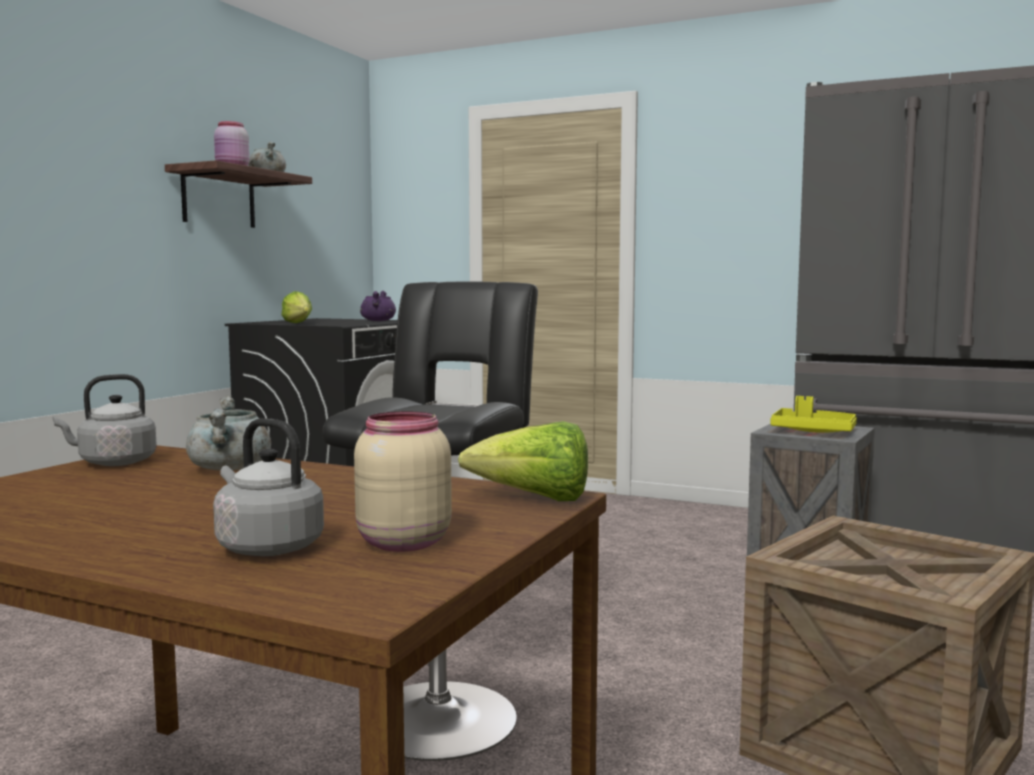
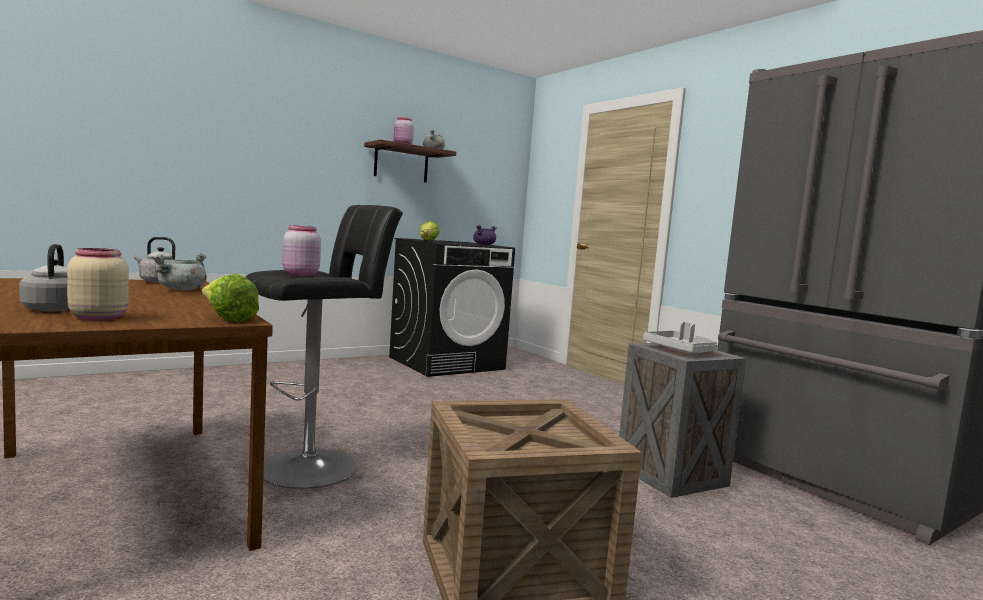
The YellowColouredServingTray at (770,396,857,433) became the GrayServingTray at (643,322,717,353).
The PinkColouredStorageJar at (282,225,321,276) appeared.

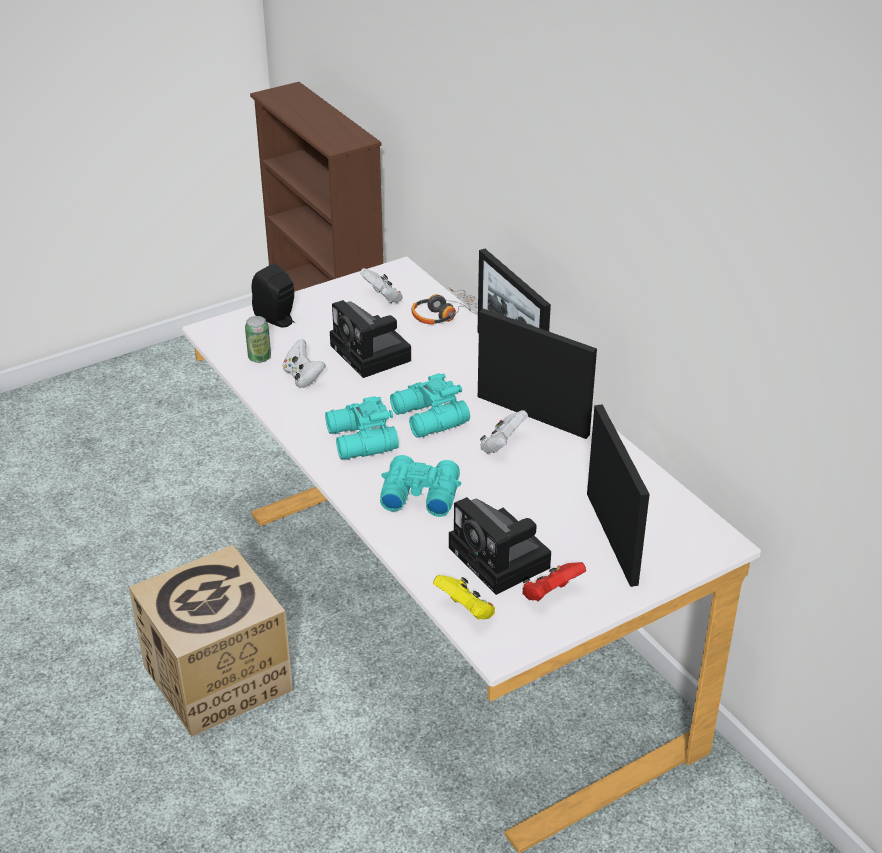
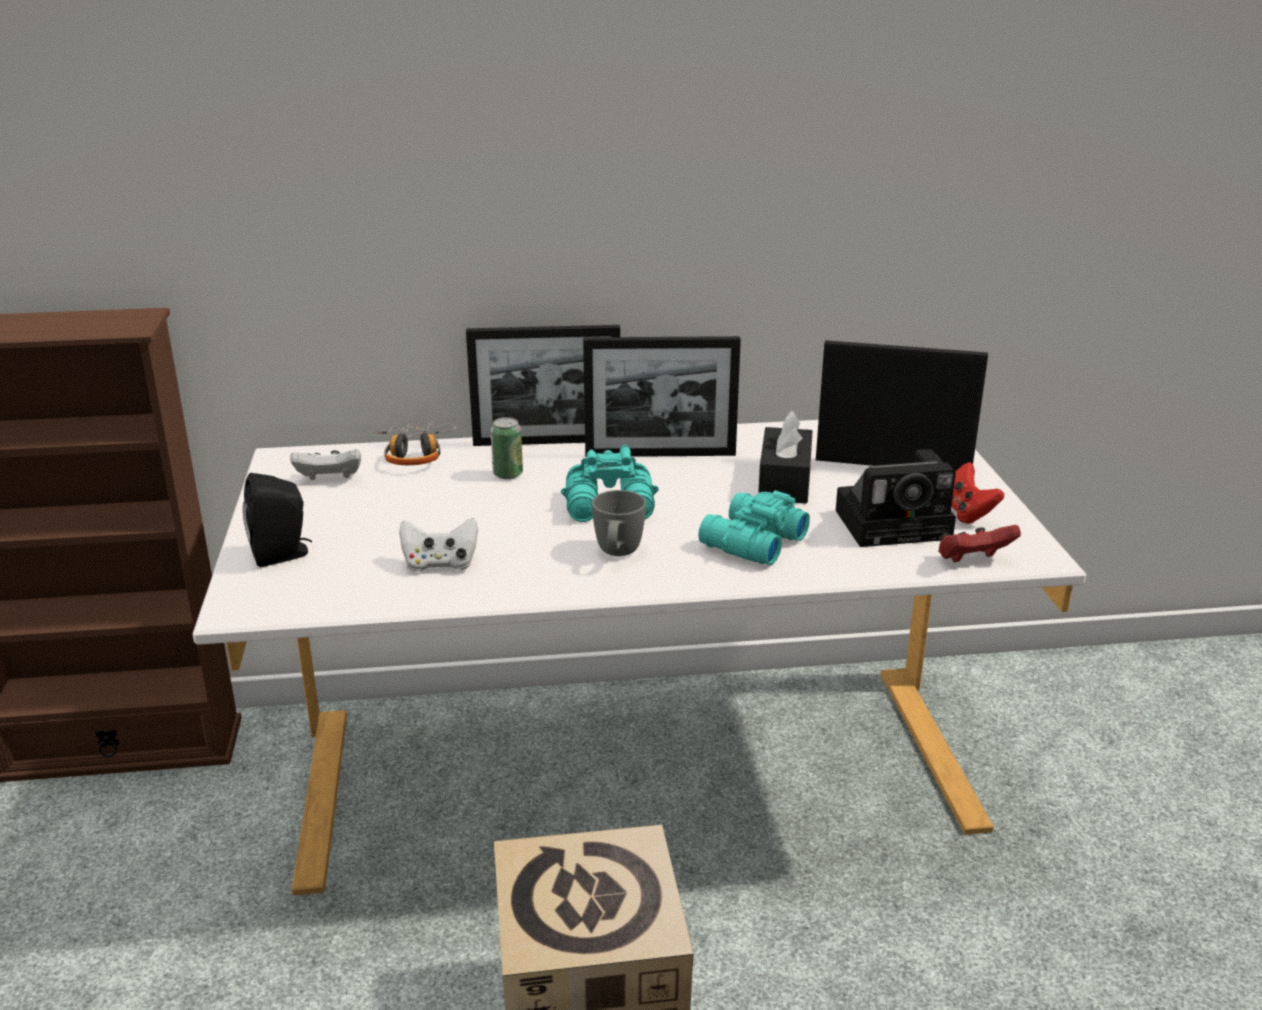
The StillCamera at (330,300,411,378) disappeared.
The StandingFrame at (478,308,597,439) turned 150 degrees counterclockwise.
The Can moved from (245,316,271,363) to (490,417,523,479).
The TurquoiseColouredBinoculars at (325,396,399,460) was replaced by the GrayCoffeeMug at (592,490,646,556).
The WhiteColouredGameController at (480,410,528,453) disappeared.
The YellowColouredGameController at (433,575,495,620) became the RedColouredGameController at (938,525,1021,562).
The BlackColouredTissueHolder at (758,410,813,504) appeared.

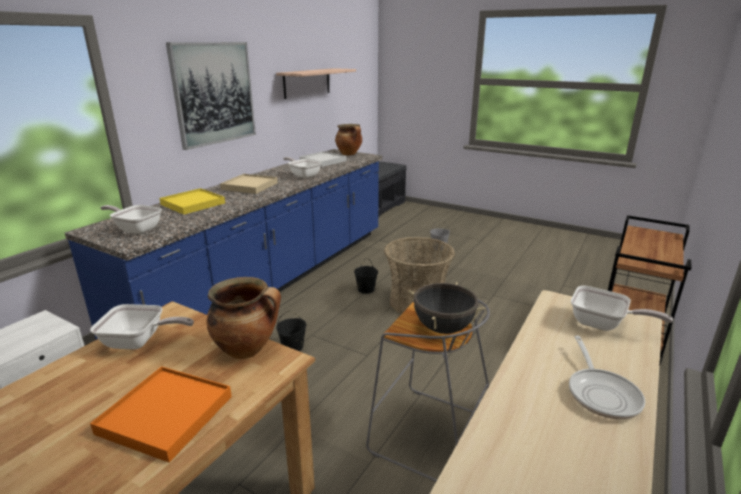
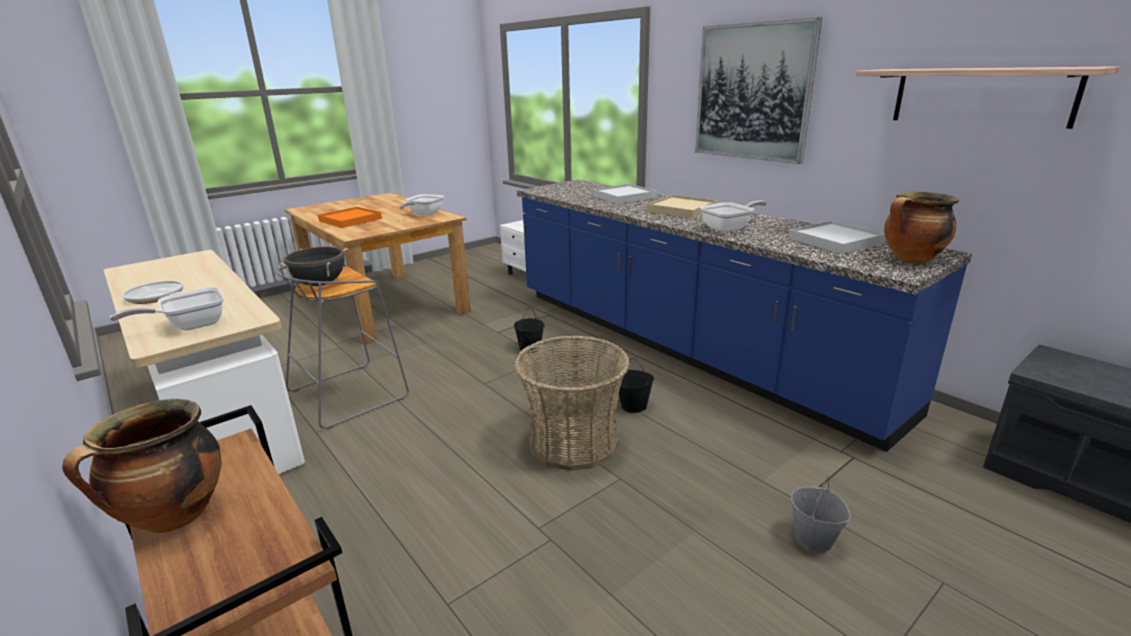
The YellowColouredServingTray at (159,188,225,215) became the WhiteColouredServingTray at (592,184,657,204).
The Pan at (100,205,162,234) disappeared.
The Saucepot moved from (206,277,281,359) to (62,399,221,533).

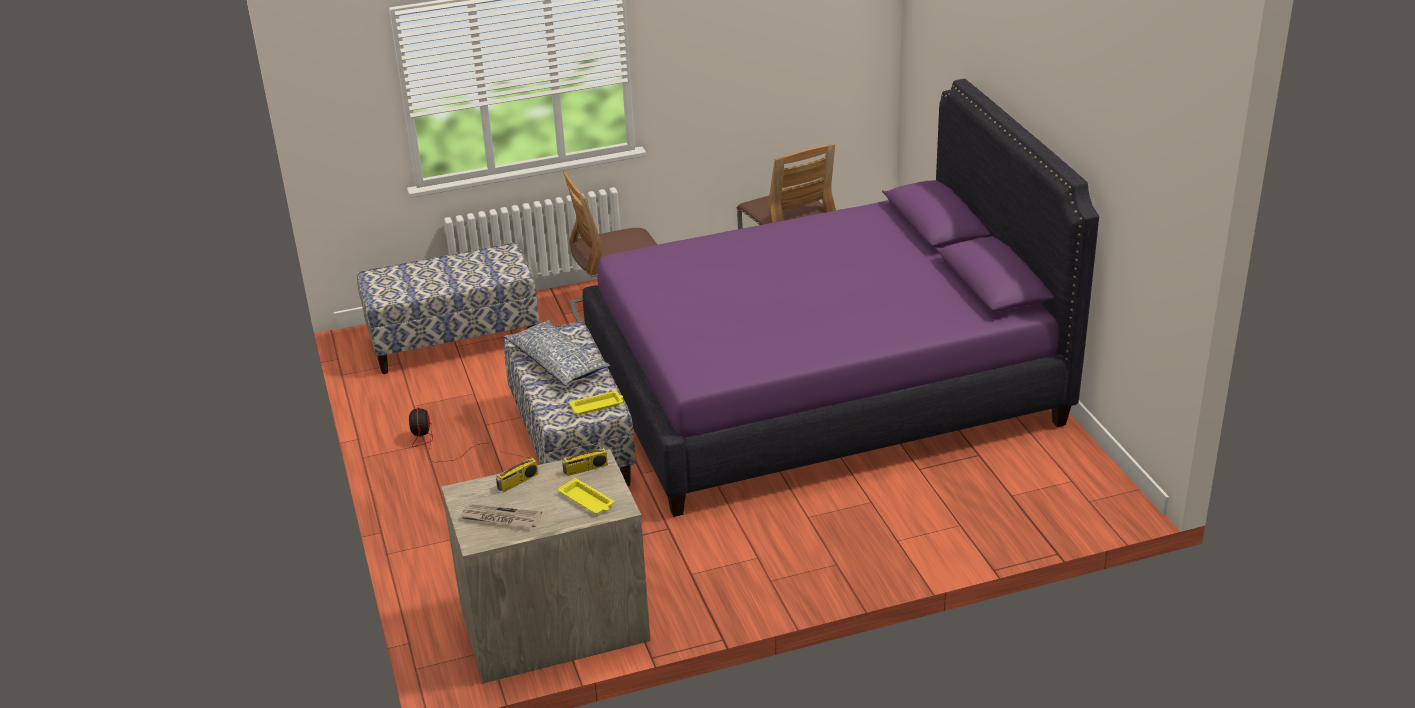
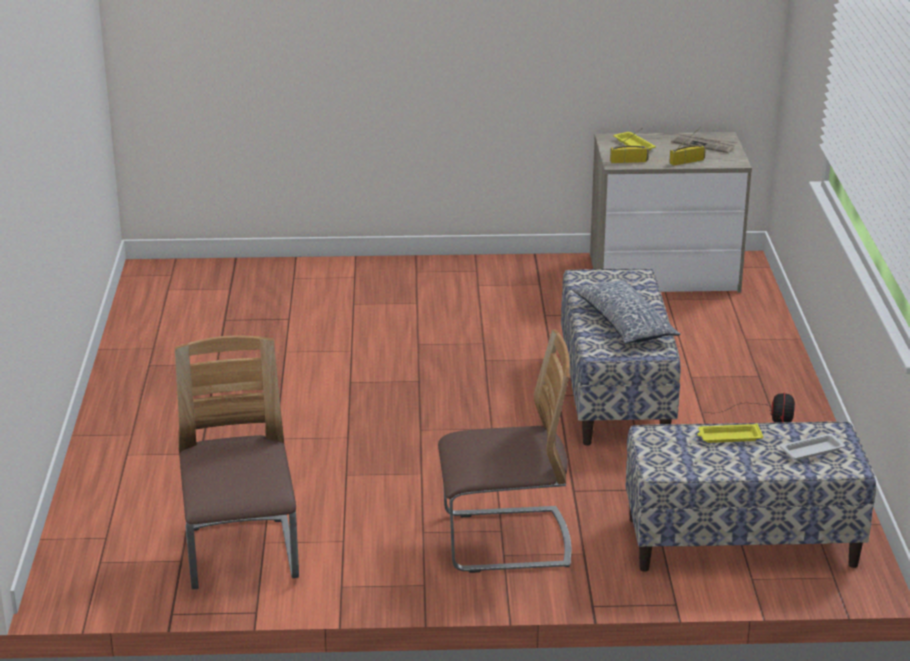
The PurplishBedroomBed at (583,79,1099,517) disappeared.
The YellowColouredServingTray moved from (569,391,623,415) to (697,423,763,443).
The WhiteColouredServingTray at (780,434,845,460) appeared.

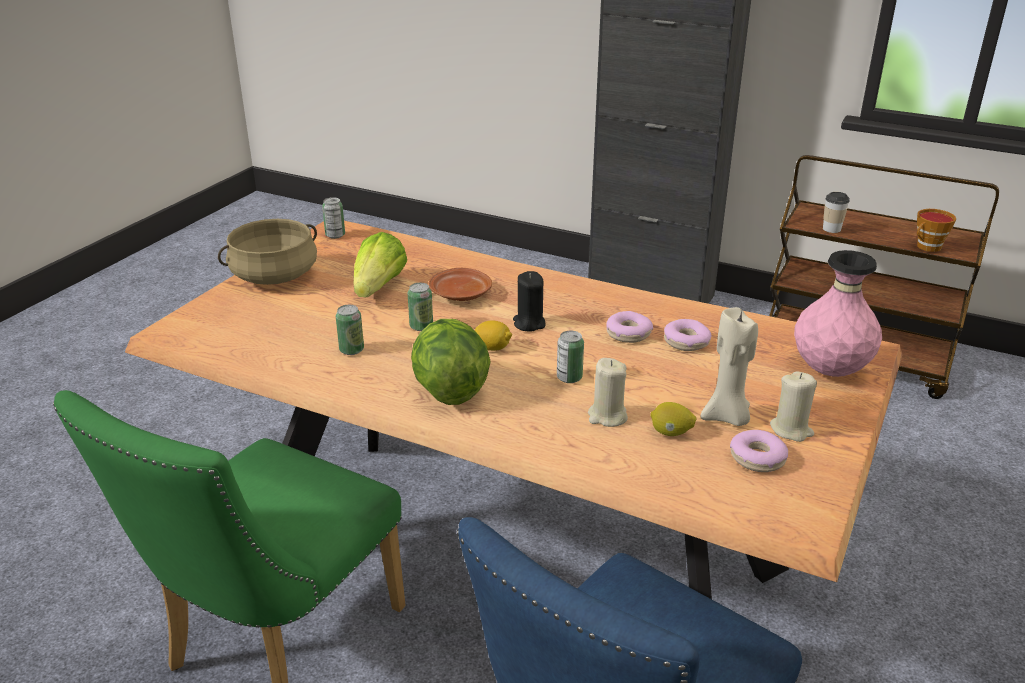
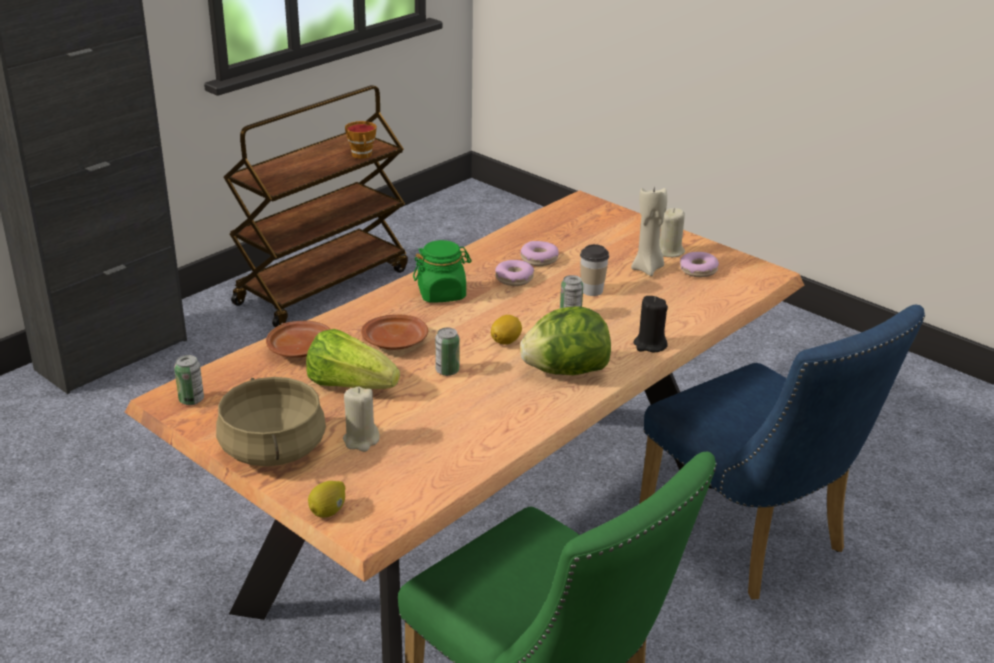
The DrinkingCup moved from (823,192,850,233) to (580,244,609,296).
The PinkColouredFlowerVase at (794,250,882,377) disappeared.
The BlackColouredWaxLight moved from (513,271,545,332) to (633,296,668,352).
The Can at (336,305,364,355) disappeared.
The BeigeWaxLight moved from (588,358,628,427) to (343,387,380,452).
The CitrusFruit moved from (650,402,696,436) to (308,481,345,518).
The GreenStorageJar at (413,240,472,302) appeared.
The BrownFlatDish at (266,321,331,358) appeared.

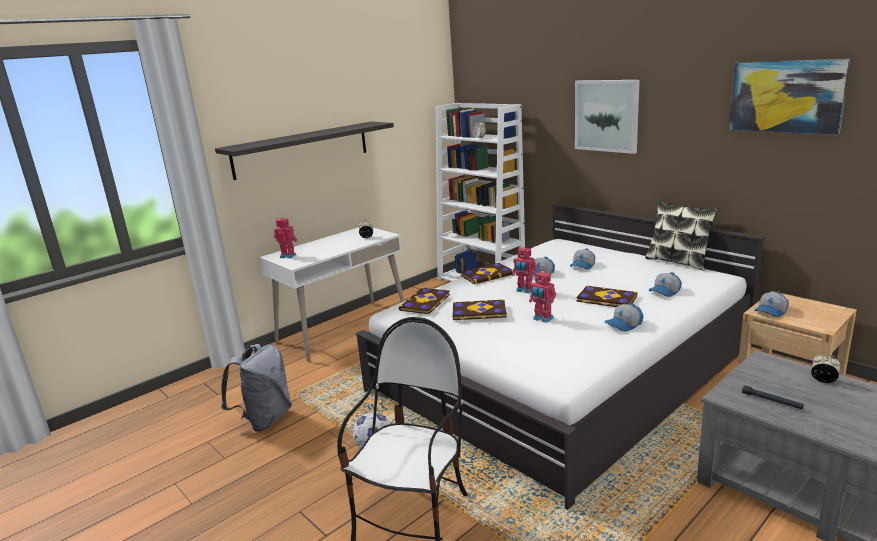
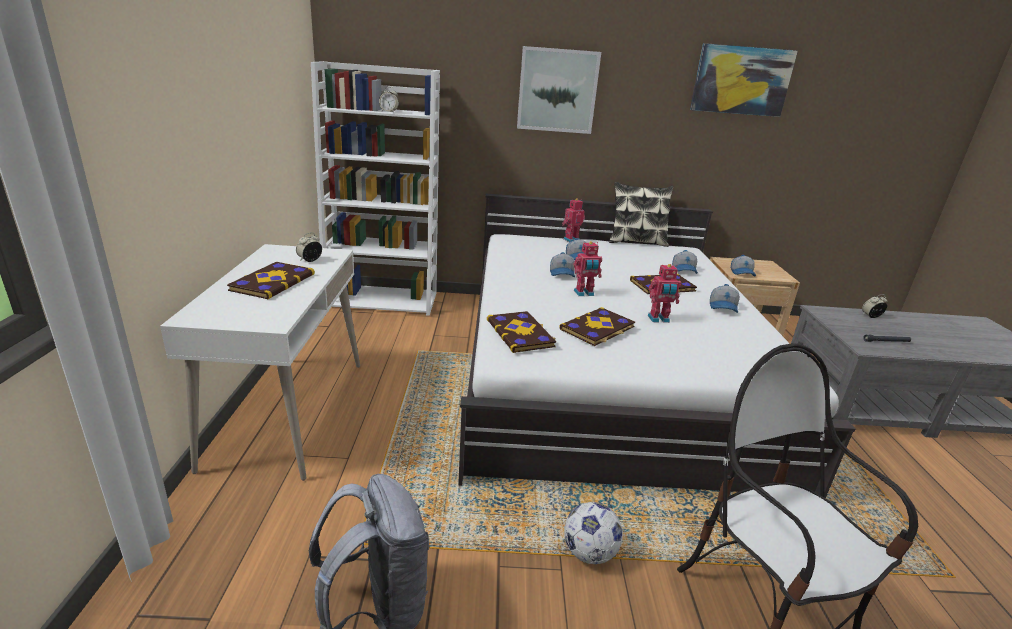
The WallShelf at (215,122,394,180) disappeared.
The RobotFigure moved from (274,217,297,258) to (562,199,585,242).
The Book moved from (460,263,513,284) to (227,262,315,299).

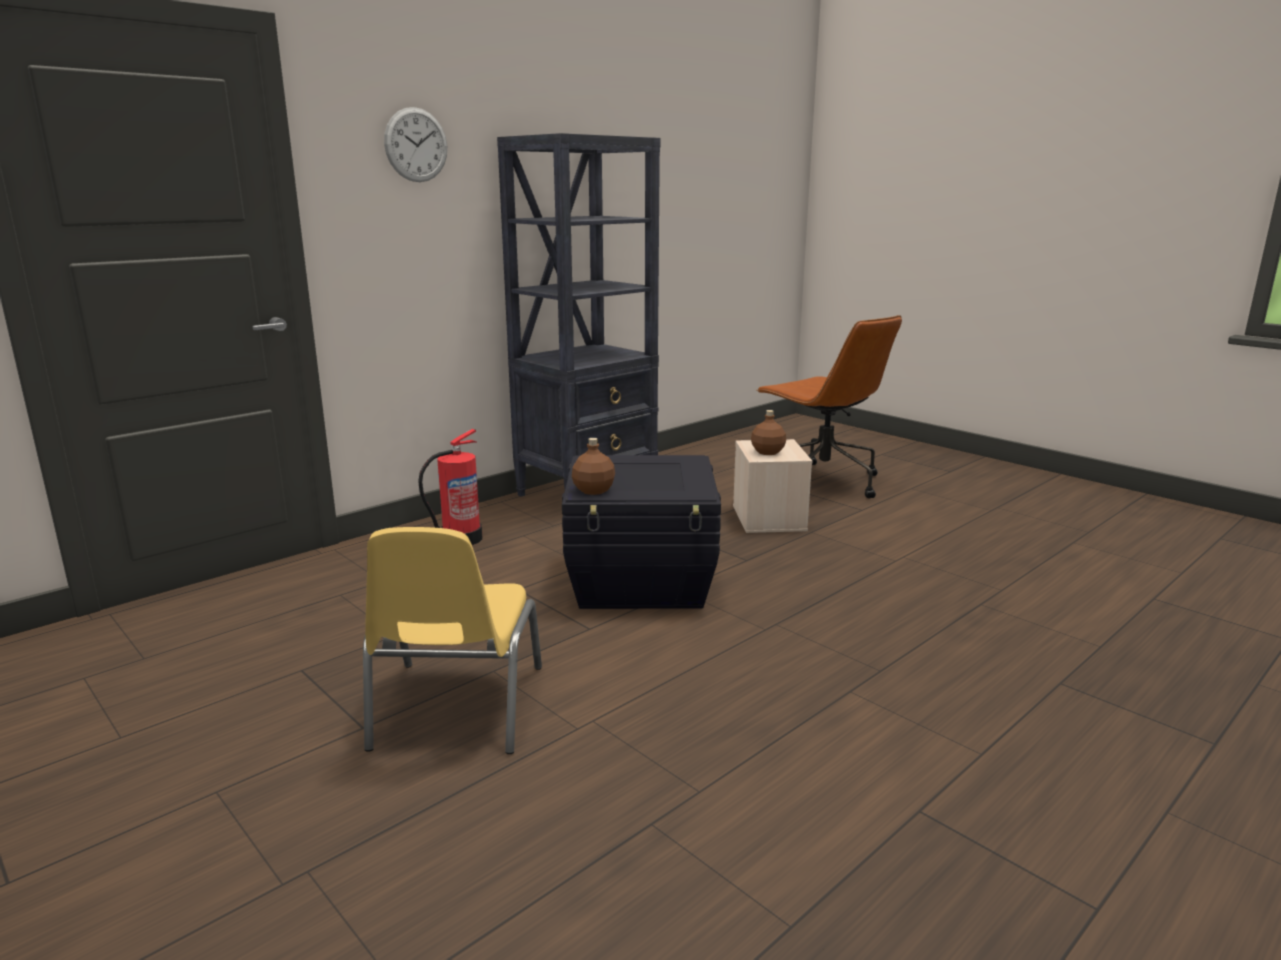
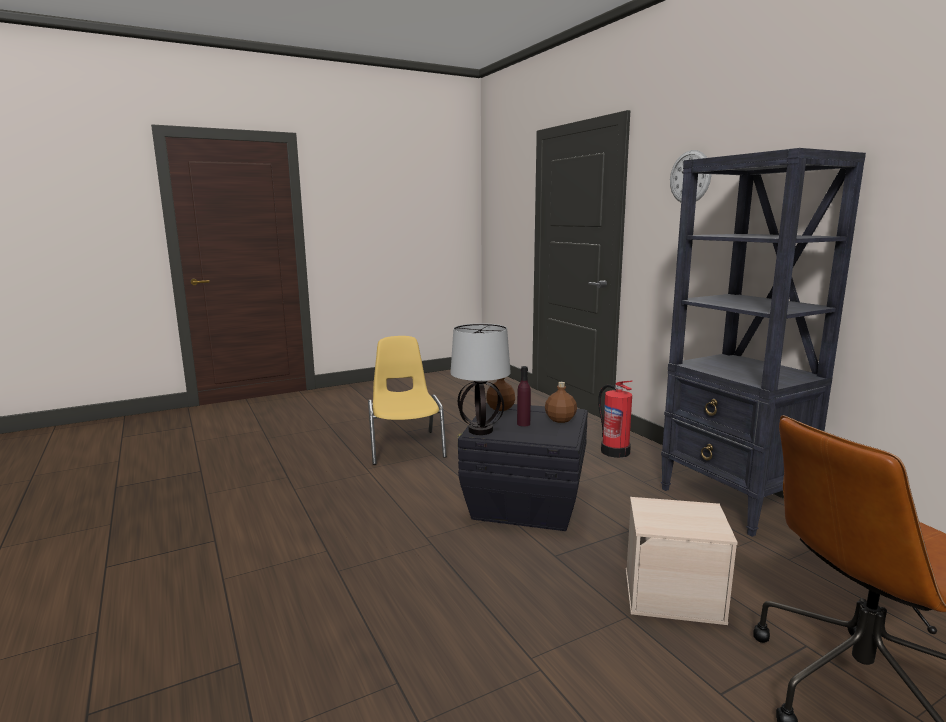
The BrownBeverageBottle moved from (751,410,786,455) to (545,382,577,423).
The YellowColouredUprightChair at (363,527,542,754) turned 60 degrees clockwise.
The TabletopLamp at (450,323,511,435) appeared.
The PurplishBeverageBottle at (517,366,531,427) appeared.

